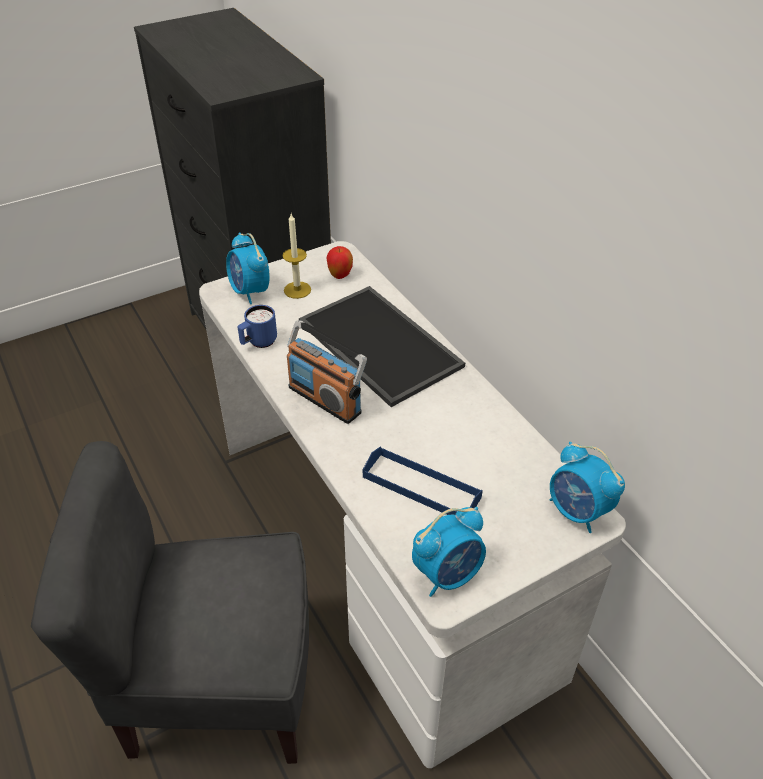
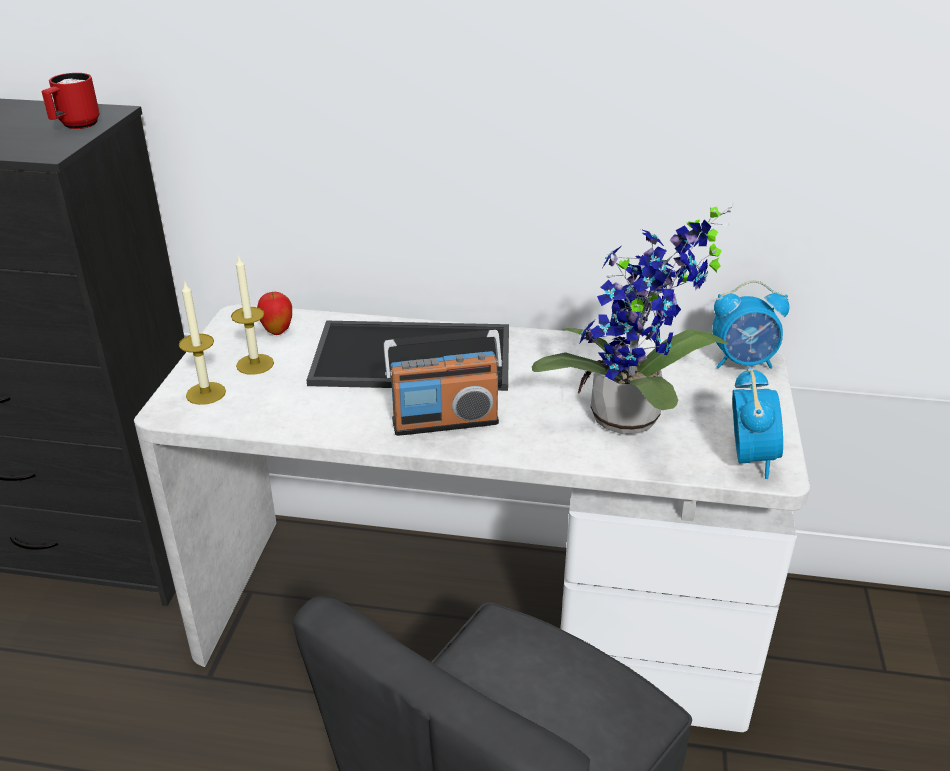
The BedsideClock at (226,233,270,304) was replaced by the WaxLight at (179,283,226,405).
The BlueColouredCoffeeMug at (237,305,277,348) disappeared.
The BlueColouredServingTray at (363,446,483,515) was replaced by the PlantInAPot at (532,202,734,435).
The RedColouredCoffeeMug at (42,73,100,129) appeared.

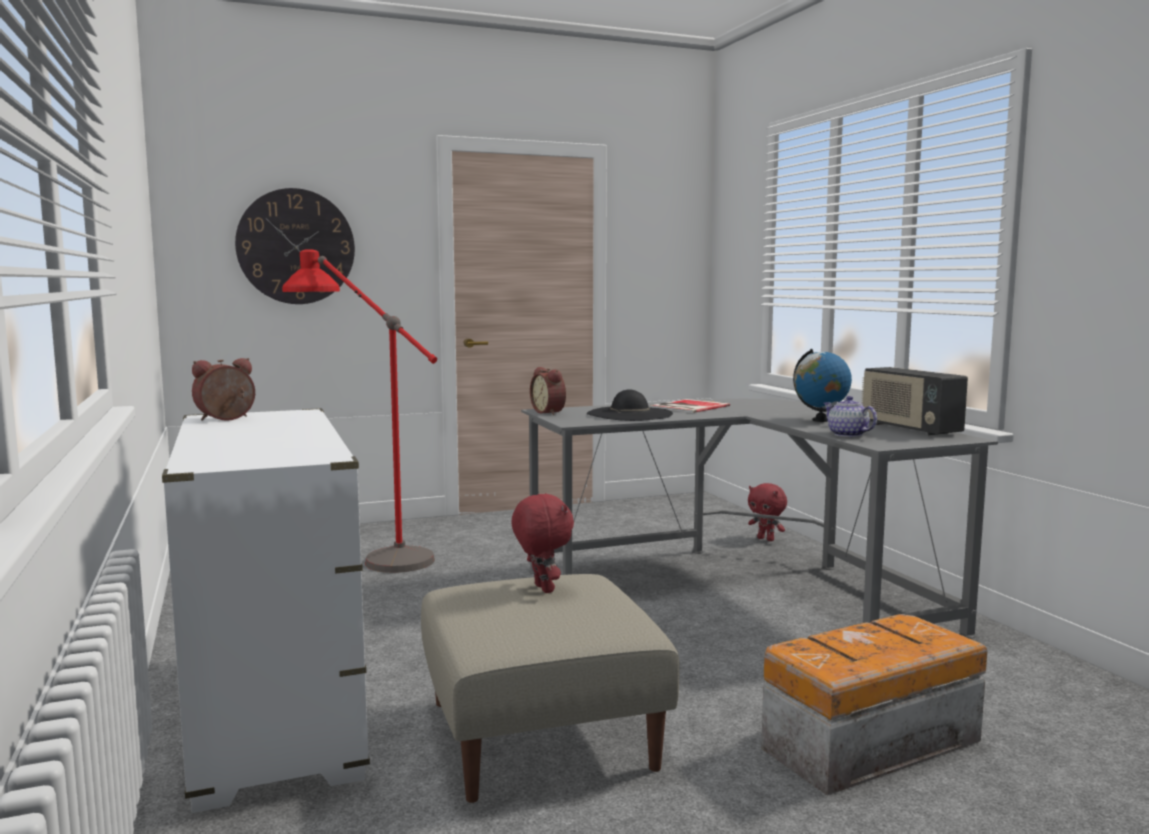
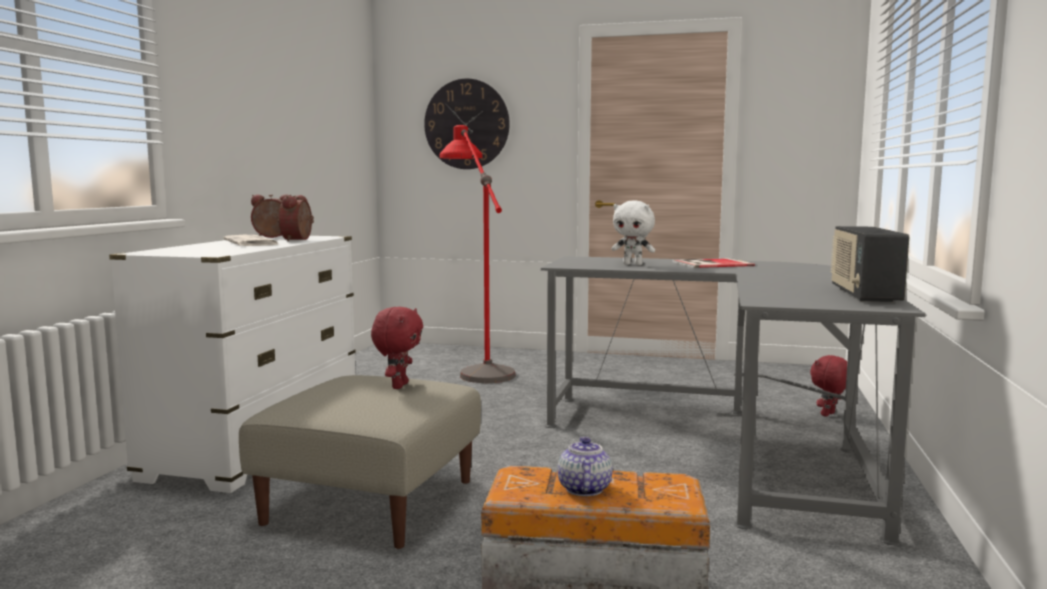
The Globe at (793,349,852,422) disappeared.
The BedsideClock moved from (530,367,566,415) to (279,195,314,241).
The BlackColouredHat at (587,389,673,421) was replaced by the WhiteColouredCuddlyToy at (611,201,655,265).
The Teapot moved from (823,396,877,437) to (558,437,612,496).
The RedColouredCuddlyToy at (748,483,787,541) turned 60 degrees clockwise.
The DailyPaper at (223,235,281,246) appeared.

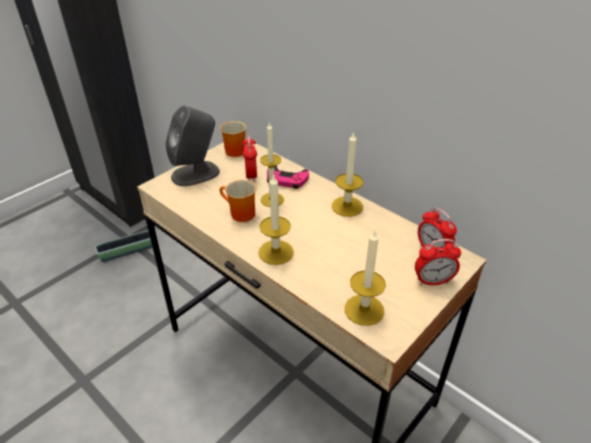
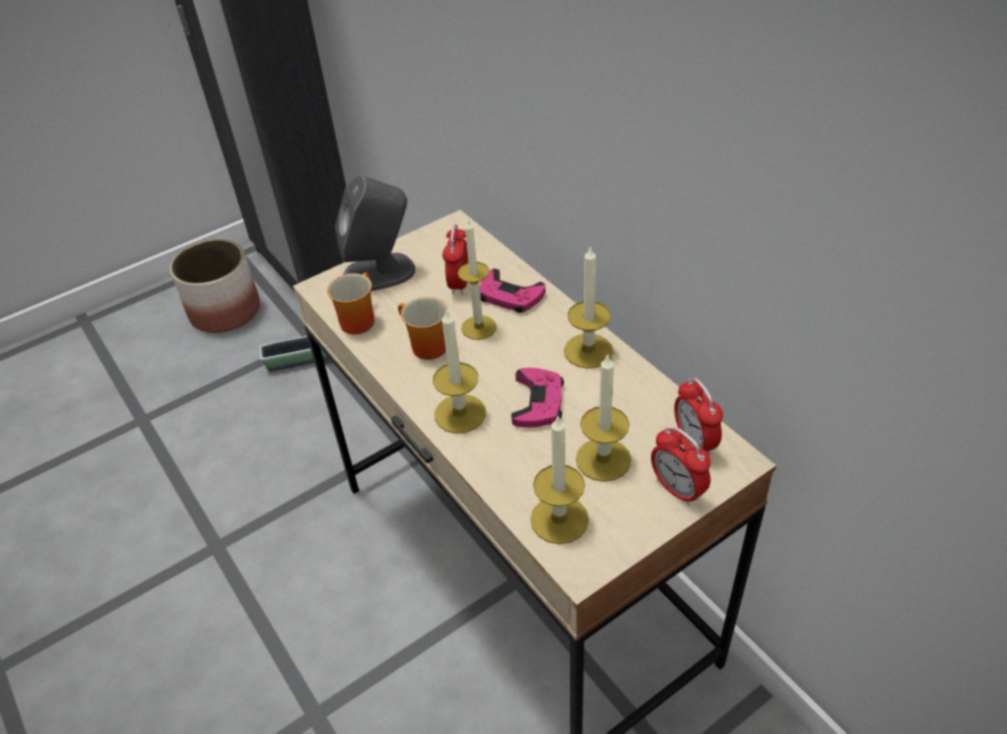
The CoffeeMug moved from (220,121,246,157) to (327,273,375,335).
The BedsideClock at (415,239,461,286) turned 45 degrees clockwise.
The Planter at (170,239,260,333) appeared.
The WaxLight at (576,354,631,482) appeared.
The PinkColouredGameController at (511,368,564,428) appeared.

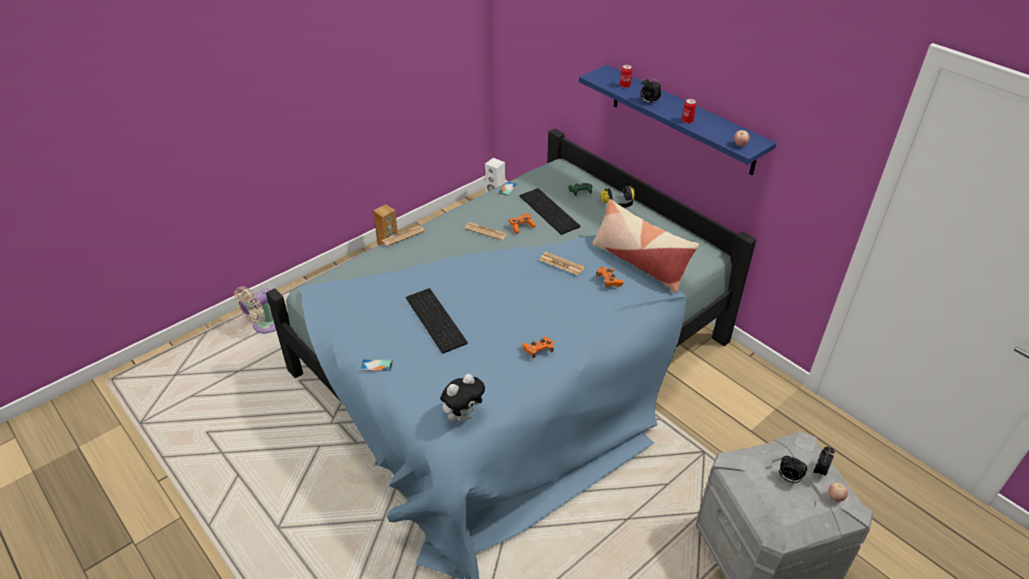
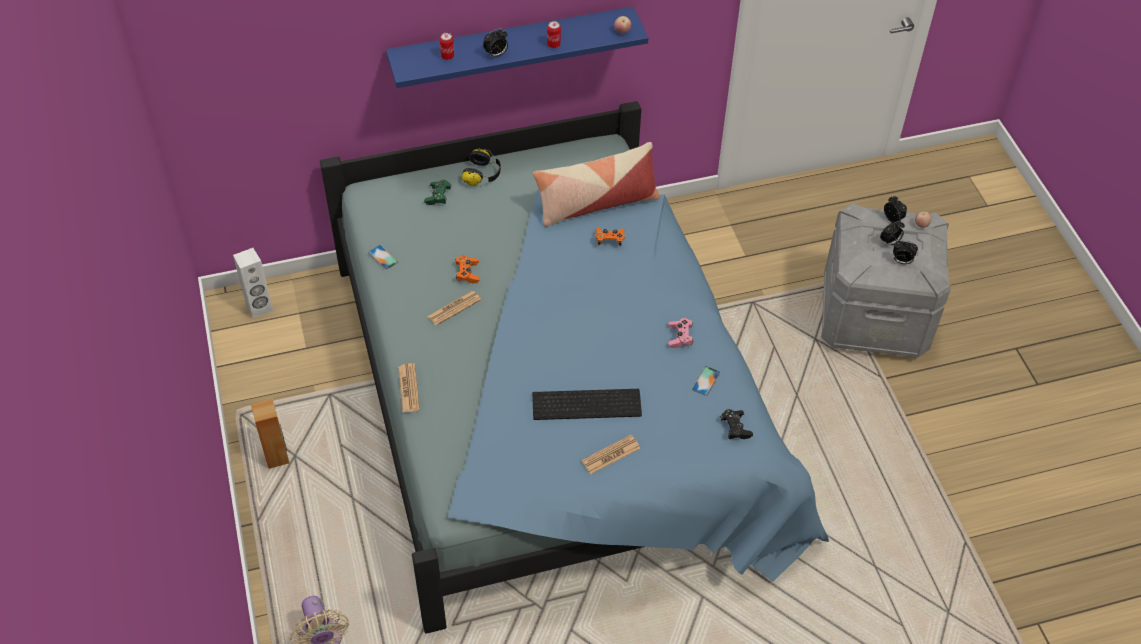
The Keyboard at (520,188,580,235) disappeared.
The DailyPaper moved from (540,252,585,275) to (581,435,640,474).
The OrangeyGameController at (522,337,554,358) became the PinkColouredGameController at (668,318,693,348).
The Telephone moved from (360,359,393,372) to (692,366,720,396).
The CuddlyToy at (440,374,485,422) was replaced by the BlackColouredGameController at (720,409,753,439).
The BedsideClock at (893,241,918,264) appeared.

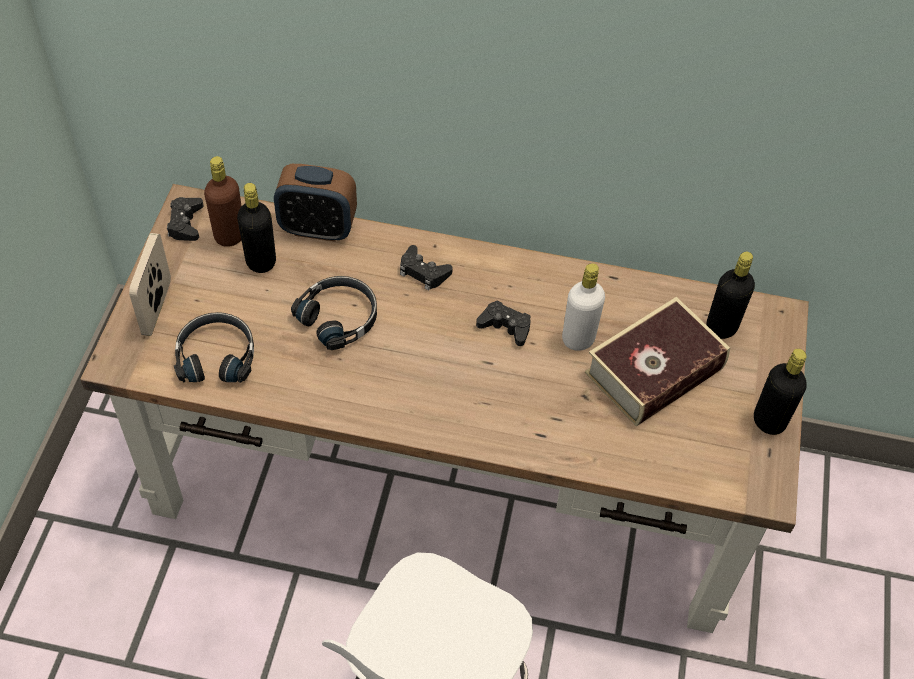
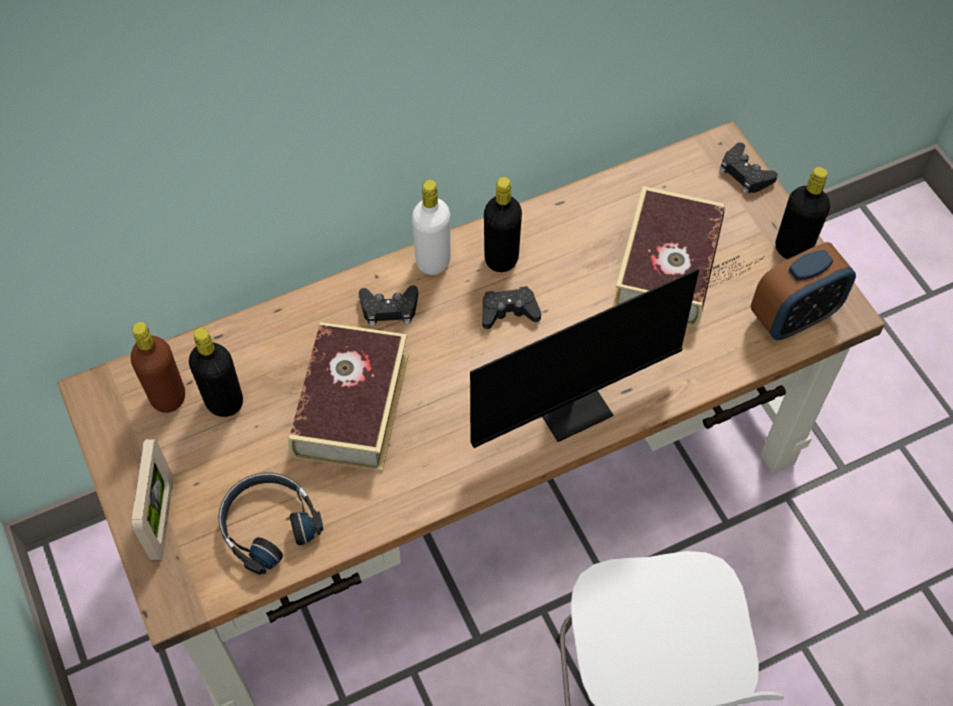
The BedsideClock moved from (274,164,357,242) to (751,242,856,340).
The BlackColouredGameController moved from (167,197,204,241) to (720,143,778,194).
The StandingFrame at (129,233,171,336) turned 150 degrees counterclockwise.
The BlackColouredBeverageBottle moved from (706,252,755,339) to (484,177,522,272).
The WhiteColouredBeverageBottle moved from (562,263,605,351) to (412,180,450,275).
The BlackColouredHeadphones at (291,276,377,350) was replaced by the Book at (289,322,409,471).
The ComputerScreen at (470,256,764,448) appeared.

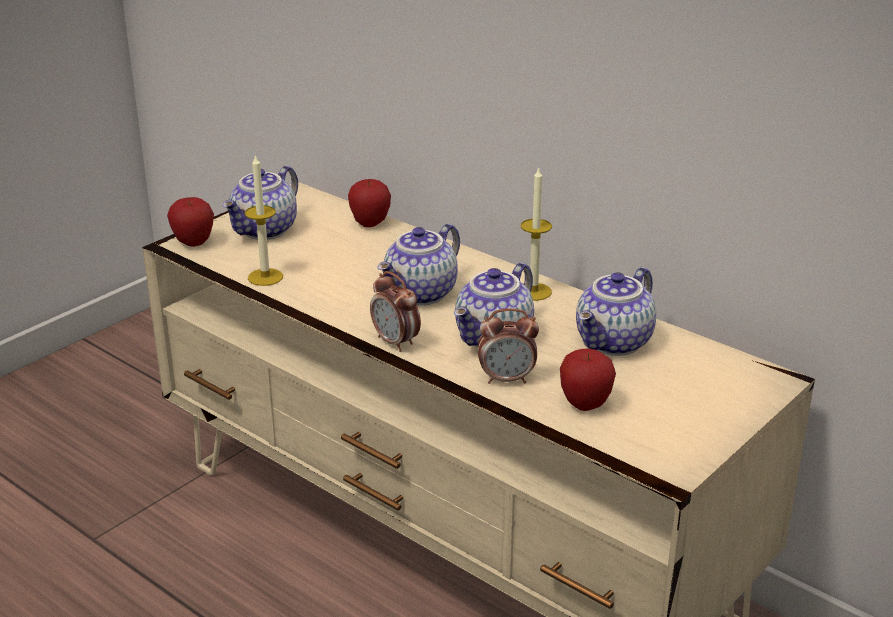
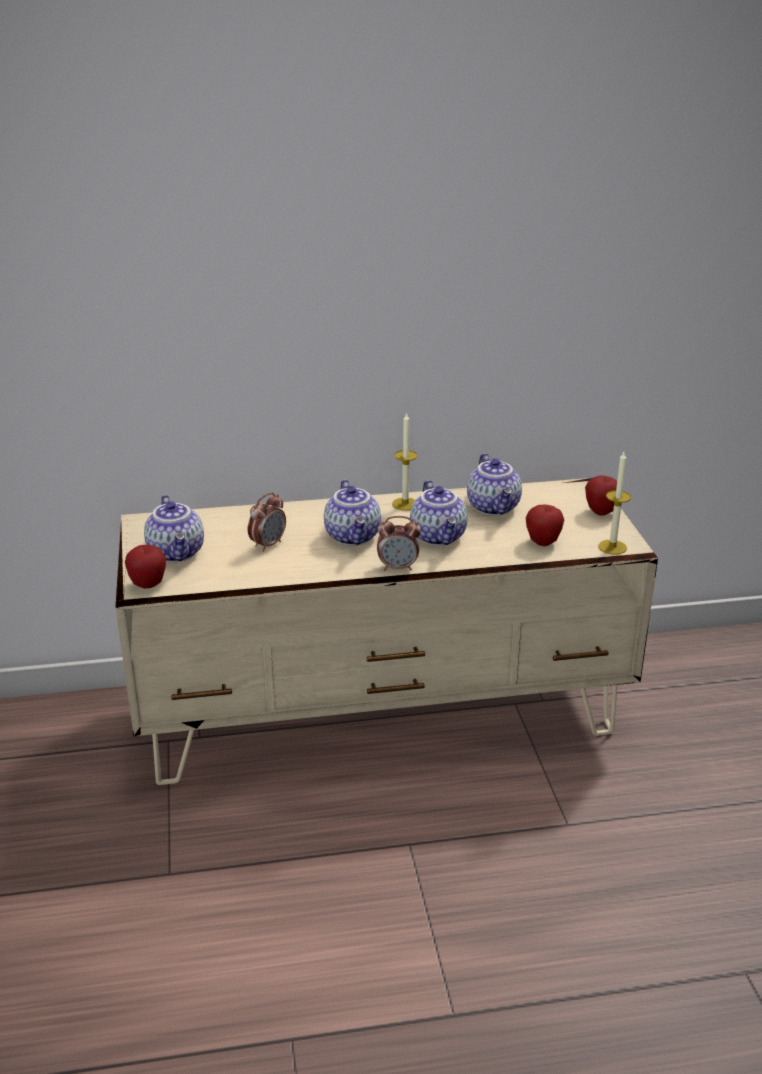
The WaxLight moved from (245,154,283,286) to (598,452,631,555).
The WholeApple moved from (348,179,391,227) to (585,475,617,516).
The BedsideClock moved from (478,308,539,384) to (247,492,286,552).

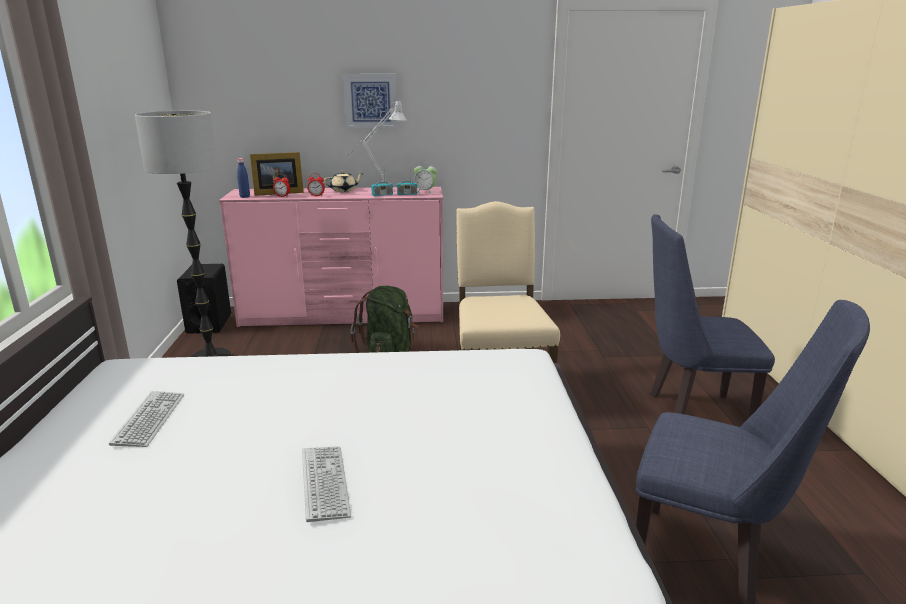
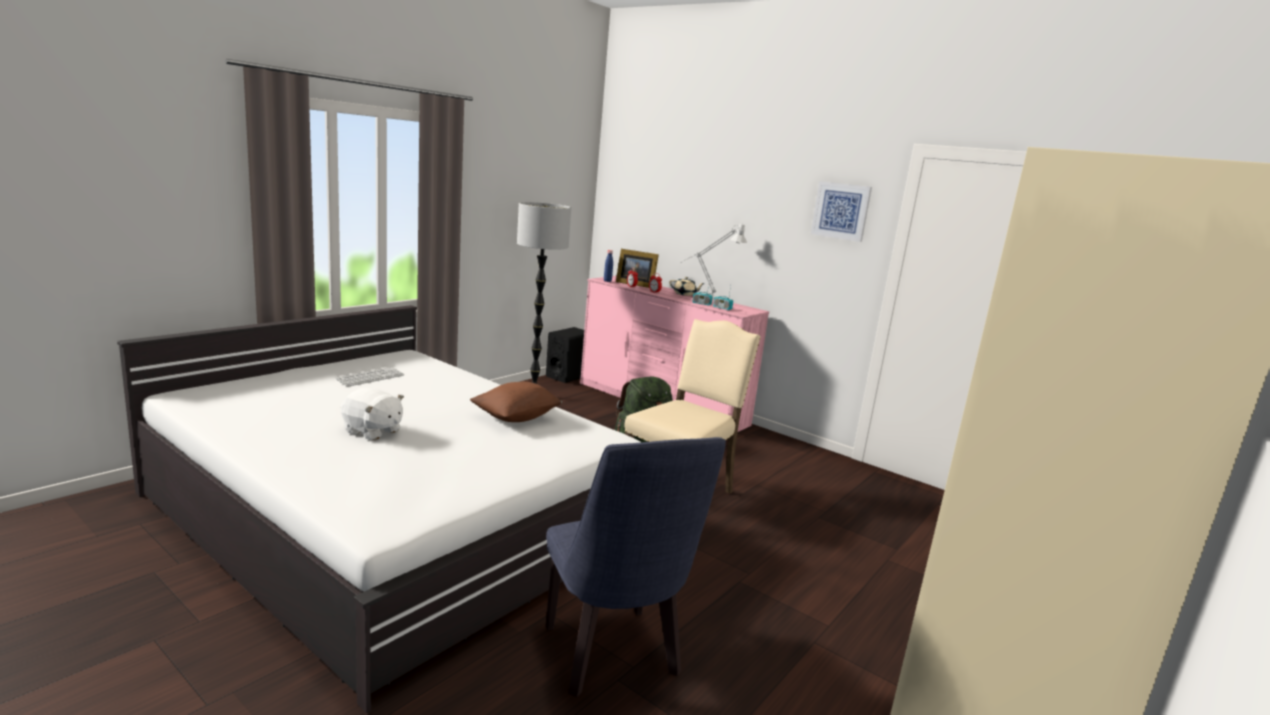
The WallPicture moved from (343,74,398,129) to (811,181,872,242).
The BedsideClock at (414,166,437,194) disappeared.
The BlueColouredUprightChair at (650,214,775,417) disappeared.
The Keyboard at (302,447,351,522) was replaced by the WhiteColouredCuddlyToy at (341,388,404,440).
The BrownPillow at (470,381,562,422) appeared.

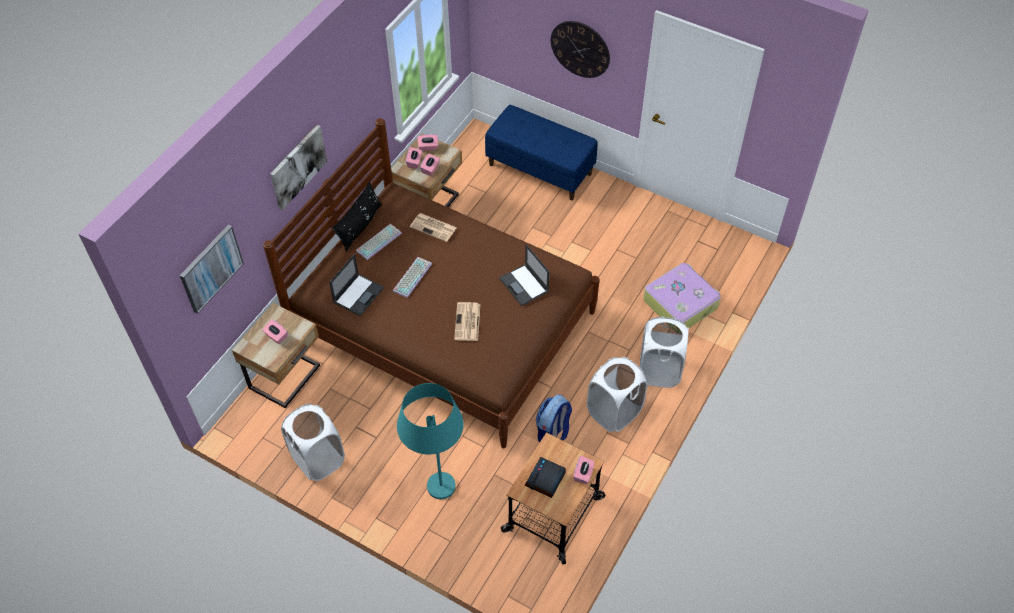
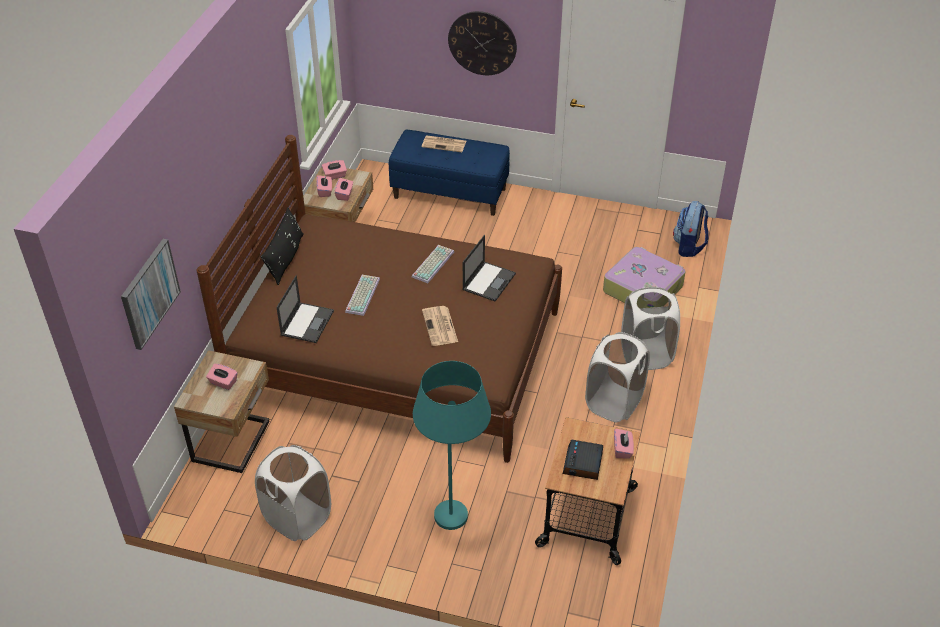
The WallPicture at (270,125,327,210) disappeared.
The DailyPaper moved from (410,213,457,242) to (422,135,466,152).
The Keyboard moved from (356,224,402,260) to (412,245,454,283).
The NotebookComputer at (499,244,550,306) turned 105 degrees counterclockwise.
The Backpack moved from (536,395,572,443) to (673,201,709,257).

